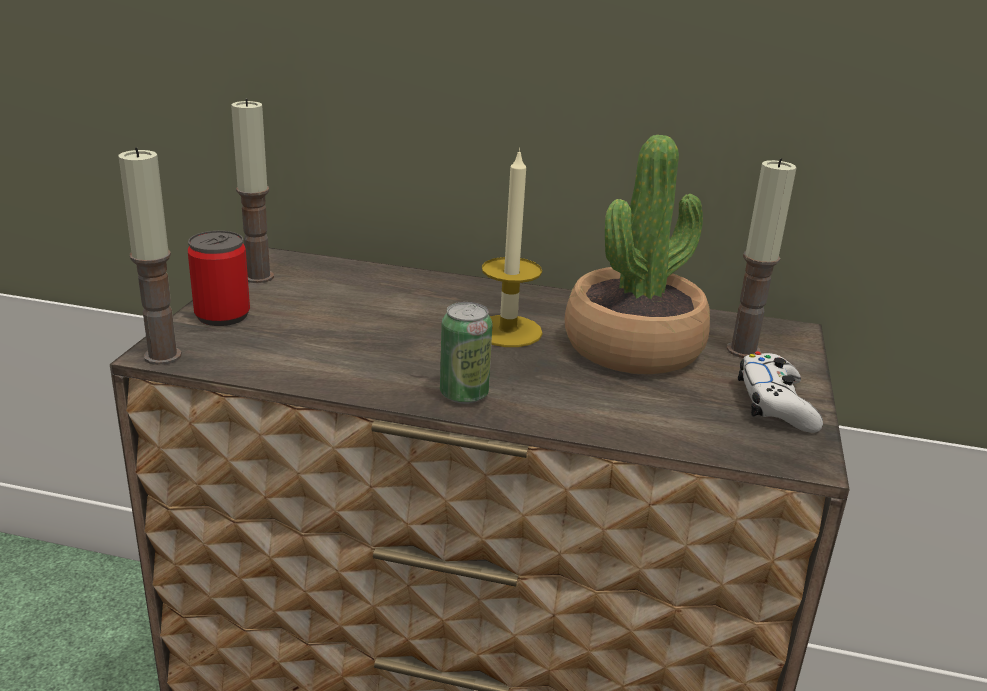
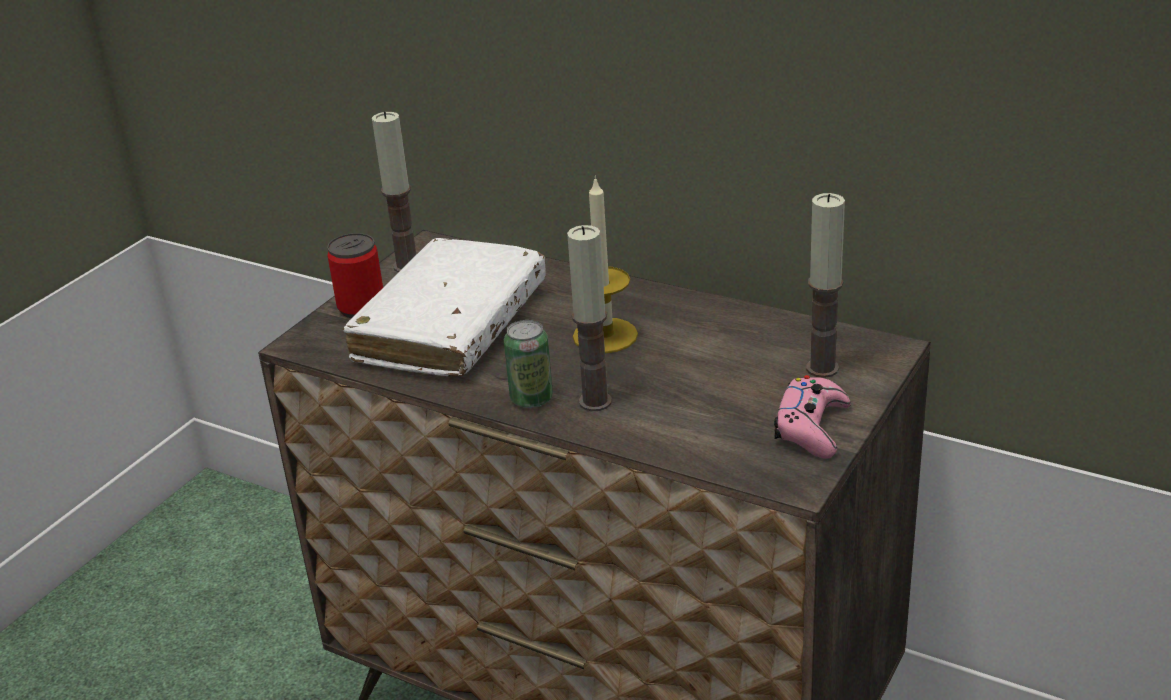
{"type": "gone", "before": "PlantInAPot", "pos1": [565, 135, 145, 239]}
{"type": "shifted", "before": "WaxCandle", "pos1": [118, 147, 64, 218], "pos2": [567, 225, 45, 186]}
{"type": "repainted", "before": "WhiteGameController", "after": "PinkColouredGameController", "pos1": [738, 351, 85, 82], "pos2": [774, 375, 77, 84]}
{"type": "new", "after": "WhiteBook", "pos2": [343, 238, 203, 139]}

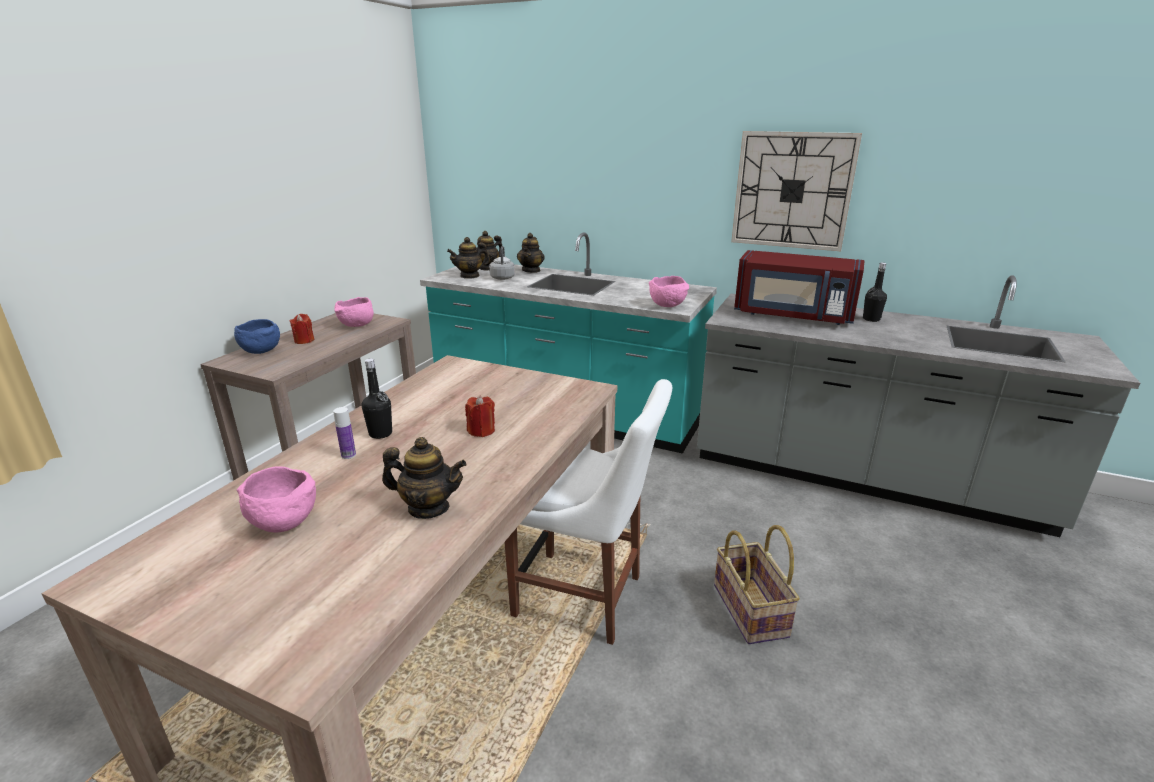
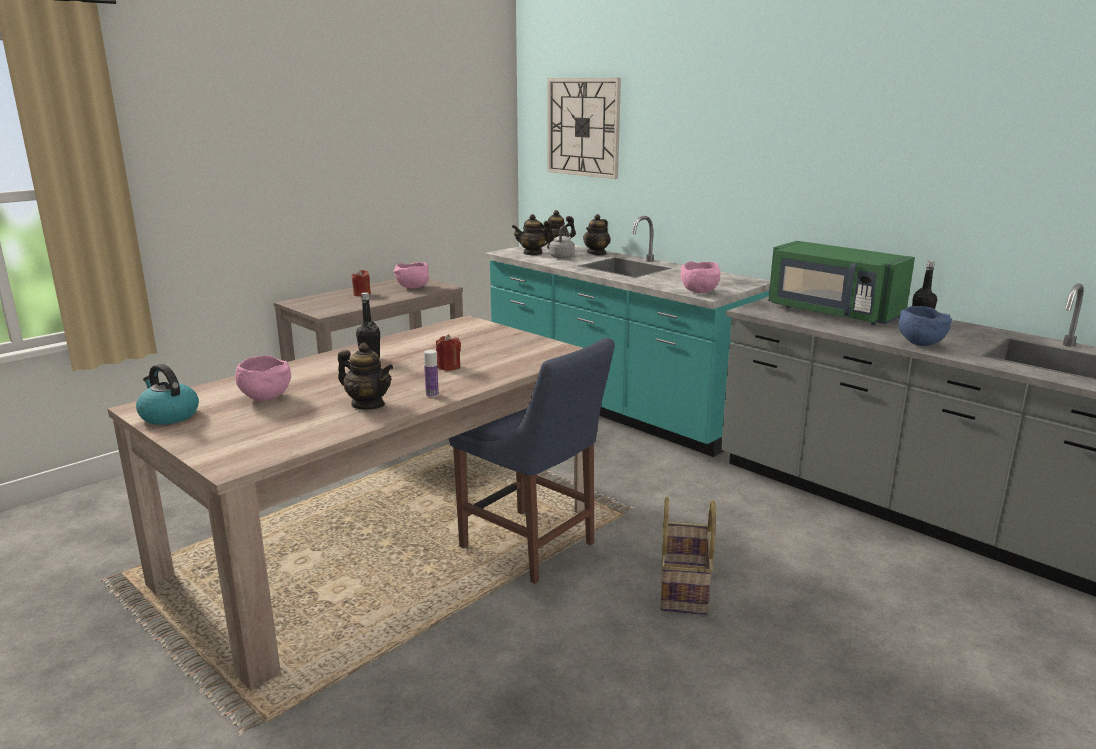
{"type": "shifted", "before": "ClockOnTheWall", "pos1": [731, 131, 131, 120], "pos2": [548, 78, 73, 101]}
{"type": "repainted", "before": "RedMicrowaveOven", "after": "GreenMicrowaveOven", "pos1": [734, 250, 130, 75], "pos2": [768, 241, 147, 84]}
{"type": "shifted", "before": "BlueDeepDish", "pos1": [234, 319, 46, 35], "pos2": [899, 306, 53, 40]}
{"type": "repainted", "before": "WhiteChair", "after": "BlueChair", "pos1": [504, 379, 168, 266], "pos2": [449, 338, 166, 246]}
{"type": "shifted", "before": "BeverageBottle", "pos1": [333, 407, 23, 52], "pos2": [424, 350, 15, 47]}
{"type": "new", "after": "TeaKettle", "pos2": [136, 364, 63, 61]}

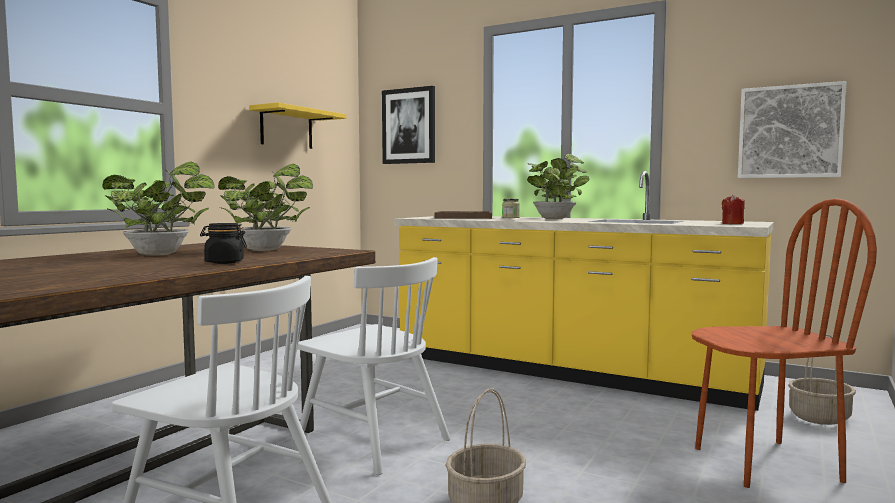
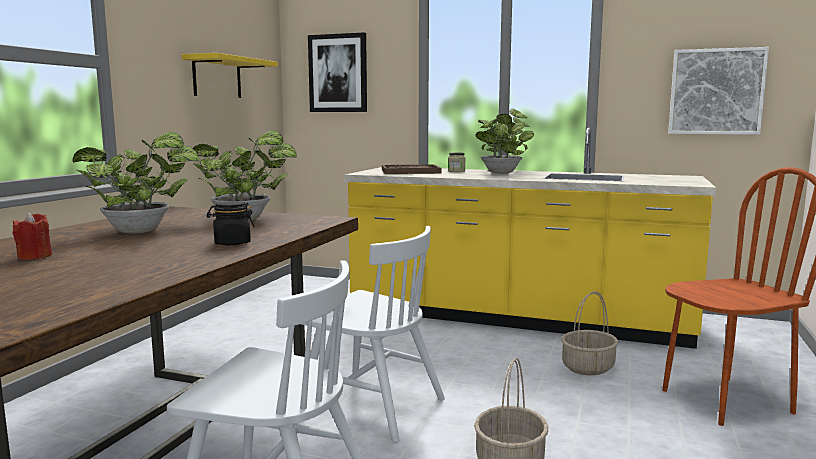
{"type": "shifted", "before": "RedWaxCandle", "pos1": [722, 194, 23, 30], "pos2": [13, 212, 39, 48]}
{"type": "shifted", "before": "HouseholdBasket", "pos1": [788, 335, 68, 90], "pos2": [561, 291, 57, 84]}

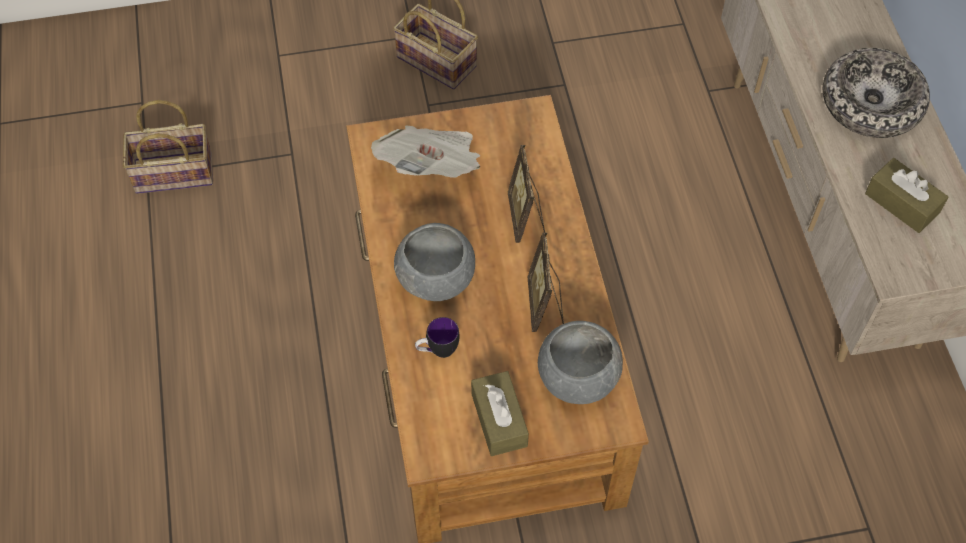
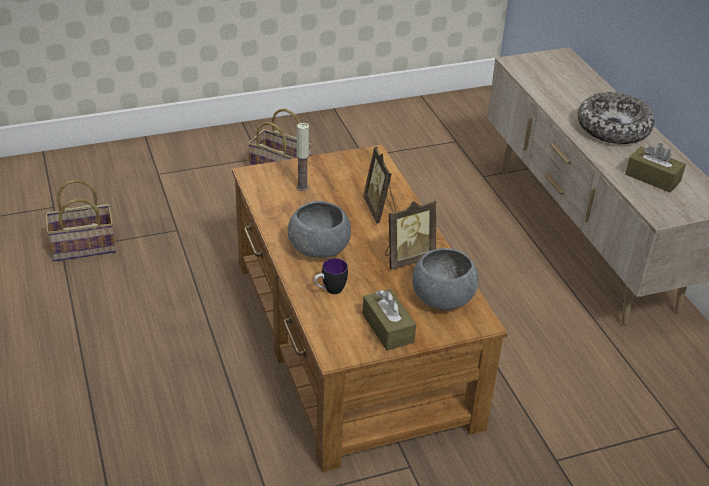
{"type": "swapped", "before": "PrintedPaper", "after": "WaxCandle", "pos1": [371, 125, 110, 53], "pos2": [296, 123, 13, 68]}
{"type": "rotated", "before": "PhotoFrame", "pos1": [528, 233, 36, 99], "pos2": [385, 200, 51, 70], "turn": -105}

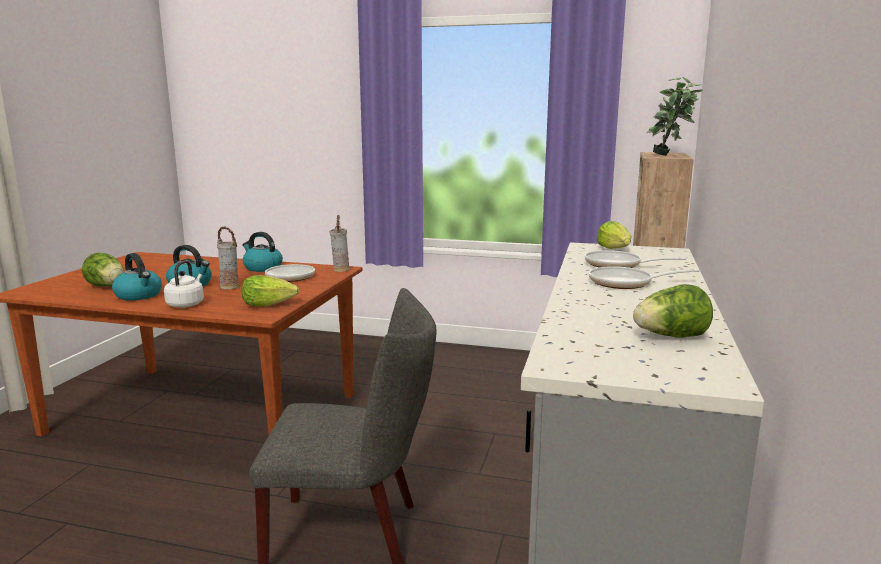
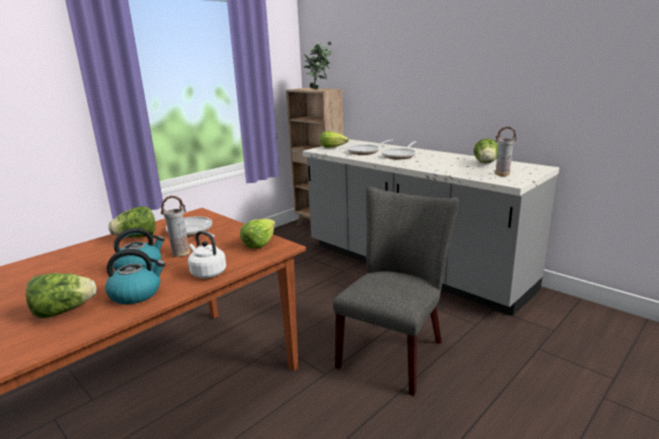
{"type": "shifted", "before": "Vase", "pos1": [330, 215, 20, 57], "pos2": [495, 126, 22, 50]}
{"type": "swapped", "before": "TeaKettle", "after": "Lettuce", "pos1": [242, 232, 41, 40], "pos2": [108, 206, 48, 32]}

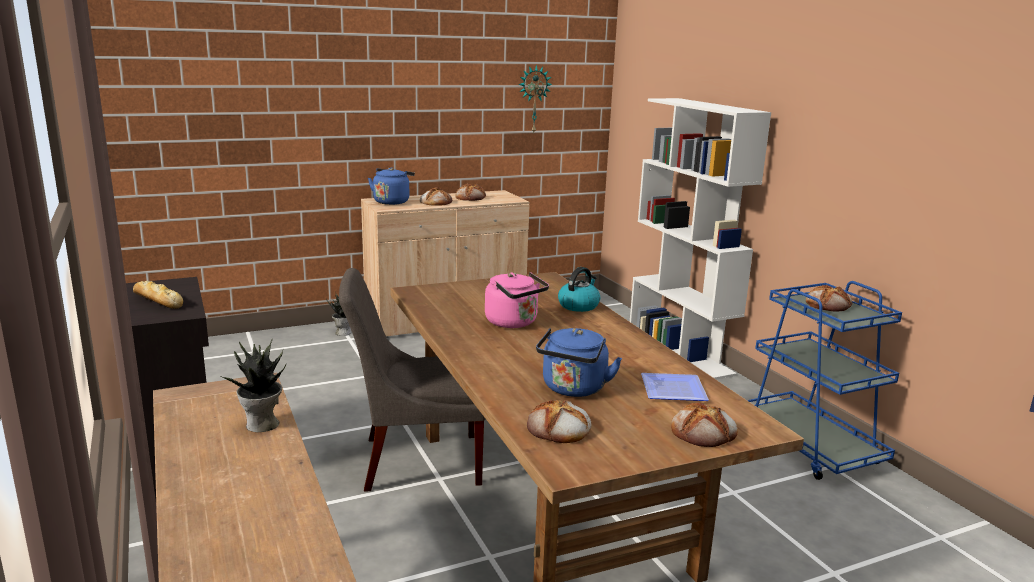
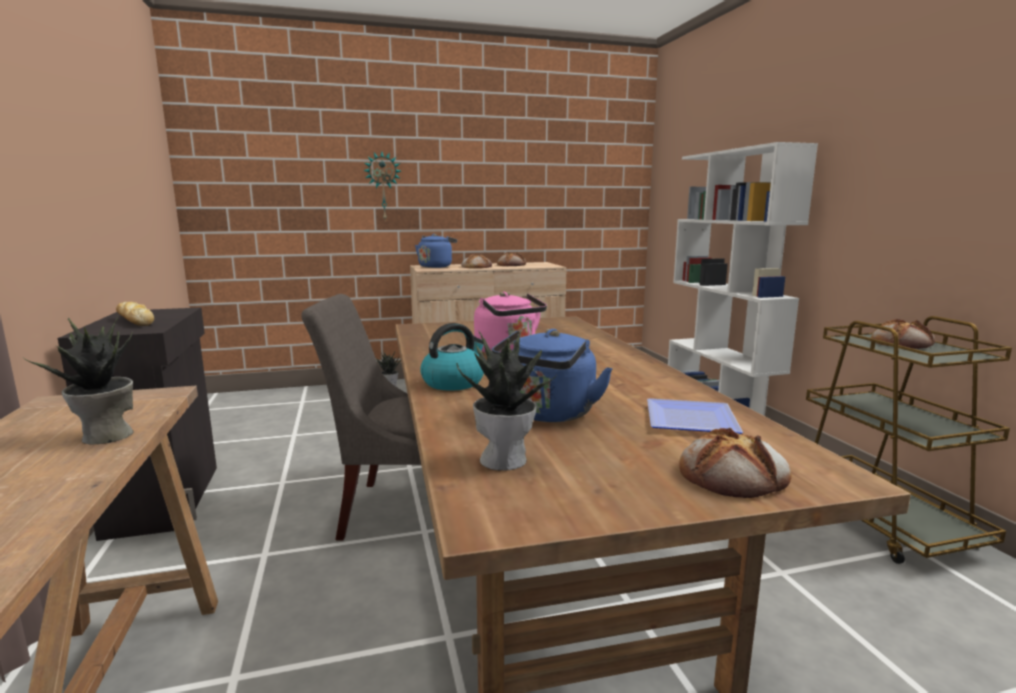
{"type": "shifted", "before": "ClockOnTheWall", "pos1": [519, 65, 33, 68], "pos2": [363, 152, 38, 68]}
{"type": "shifted", "before": "TeaKettle", "pos1": [558, 267, 42, 45], "pos2": [420, 323, 64, 68]}
{"type": "repainted", "before": "BlueCart", "after": "BrownishCart", "pos1": [747, 281, 155, 199], "pos2": [806, 316, 206, 248]}
{"type": "swapped", "before": "Bread", "after": "PlantInAPot", "pos1": [527, 400, 65, 43], "pos2": [456, 330, 100, 141]}

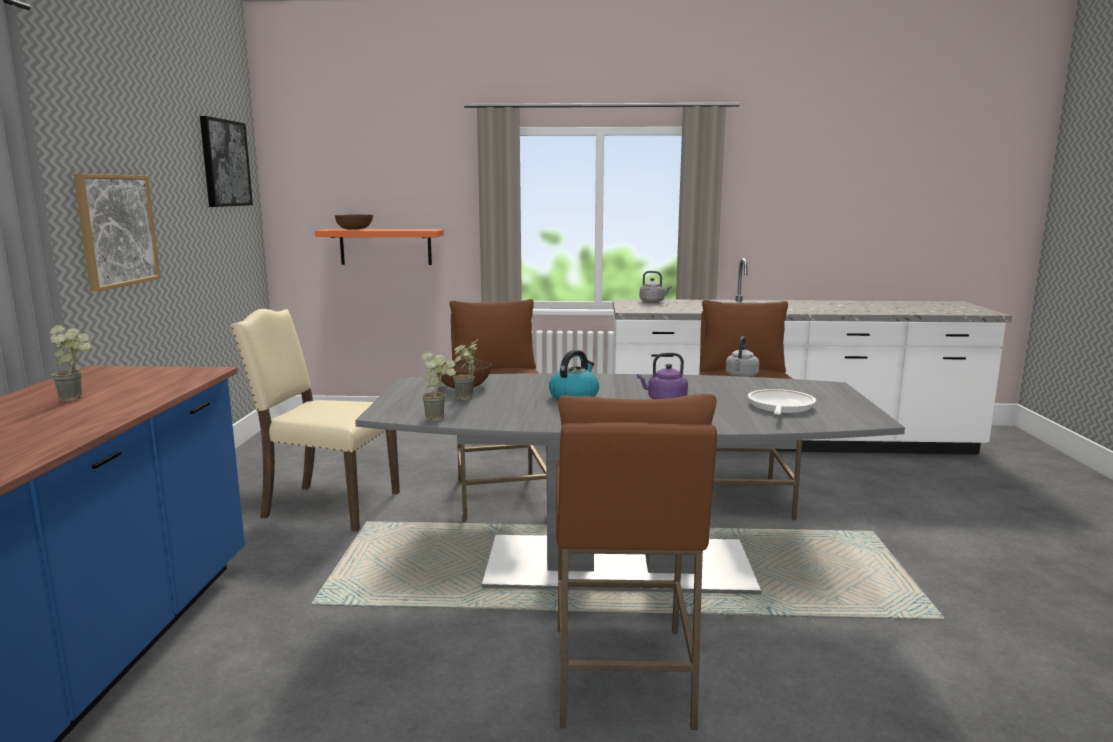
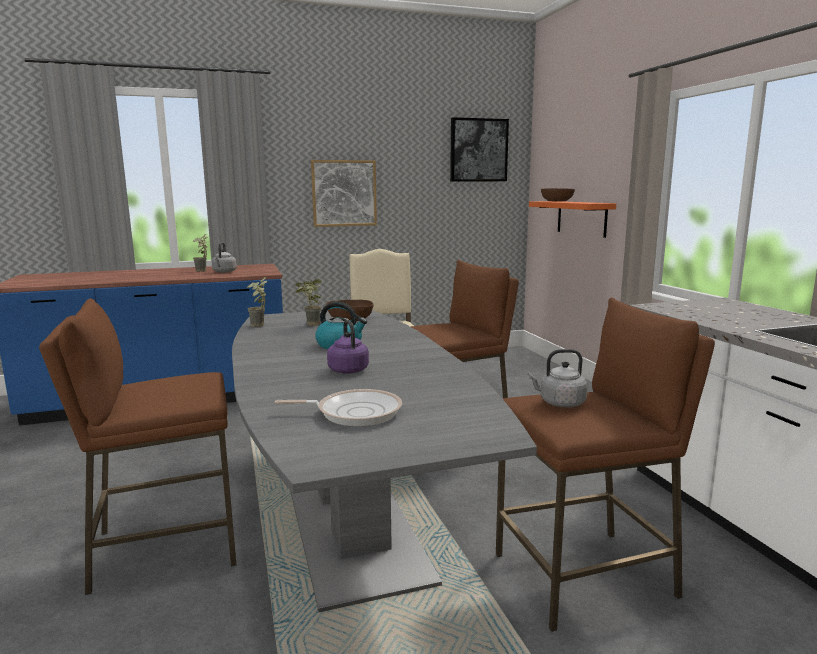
{"type": "shifted", "before": "GrayTeaKettle", "pos1": [640, 271, 31, 32], "pos2": [212, 242, 25, 31]}

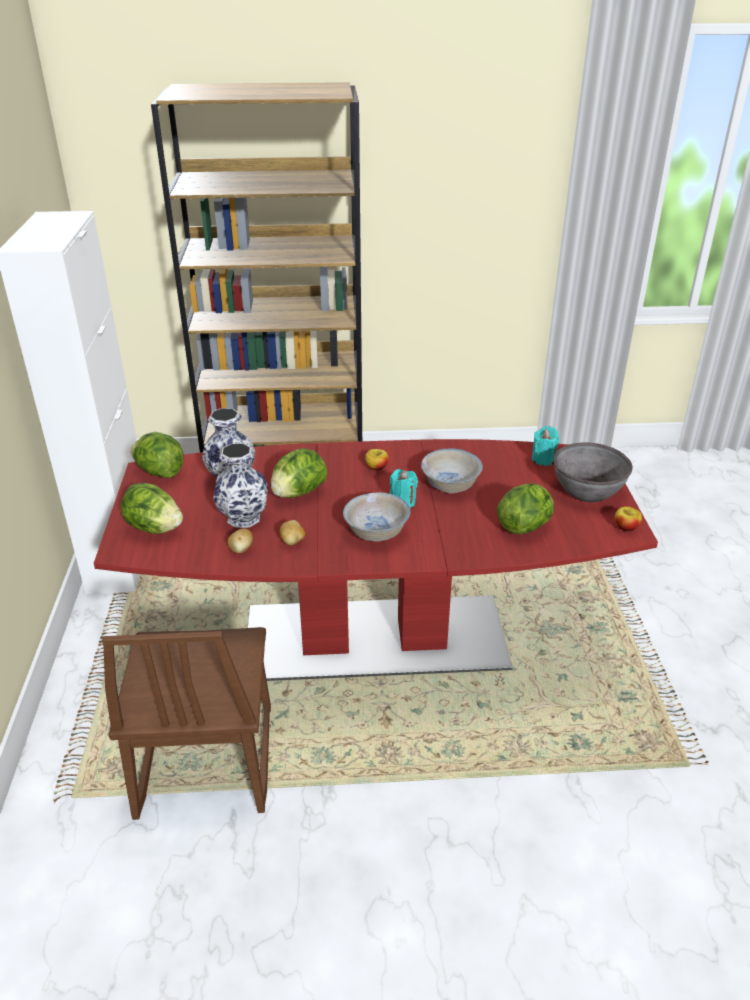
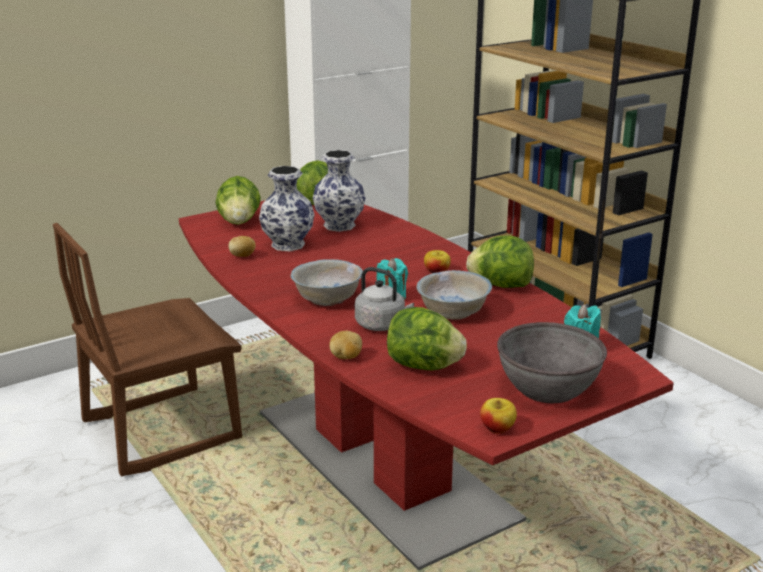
{"type": "shifted", "before": "Lettuce", "pos1": [271, 448, 56, 50], "pos2": [466, 235, 68, 53]}
{"type": "shifted", "before": "Potato", "pos1": [280, 520, 25, 25], "pos2": [329, 331, 33, 28]}
{"type": "new", "after": "GrayTeaKettle", "pos2": [355, 267, 59, 64]}

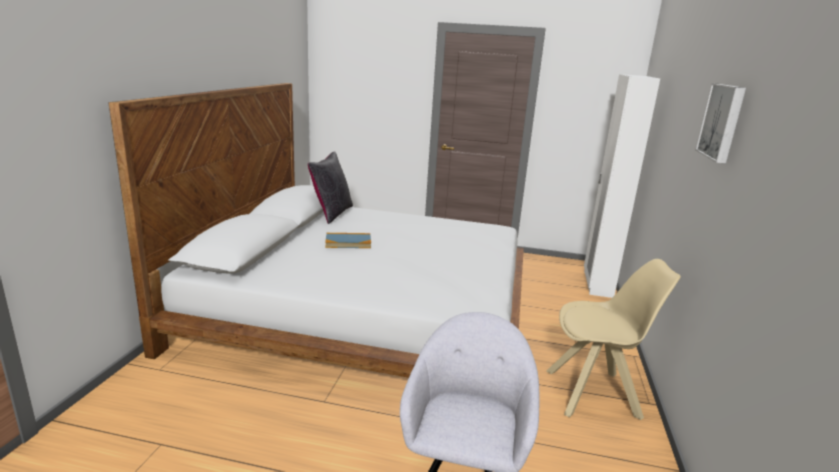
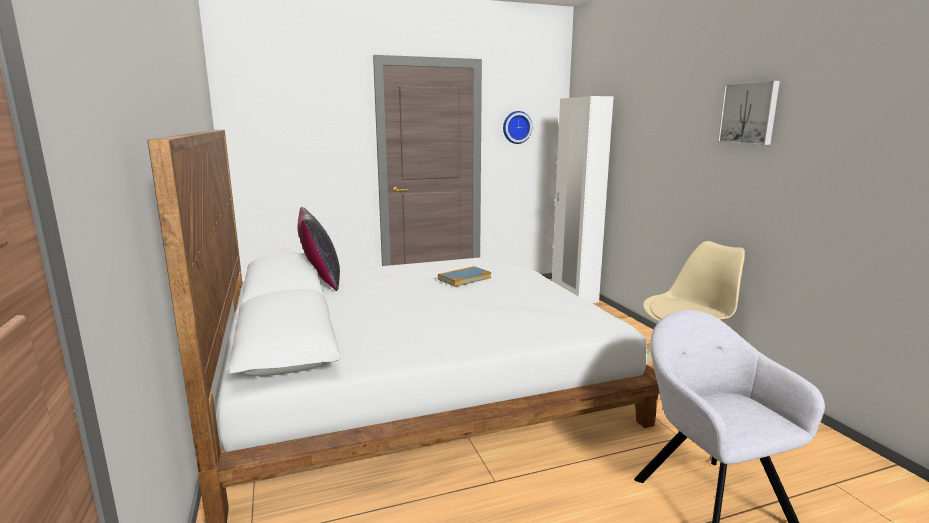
{"type": "shifted", "before": "Book", "pos1": [325, 233, 46, 15], "pos2": [438, 266, 54, 21]}
{"type": "new", "after": "ClockOnTheWall", "pos2": [503, 111, 29, 33]}

